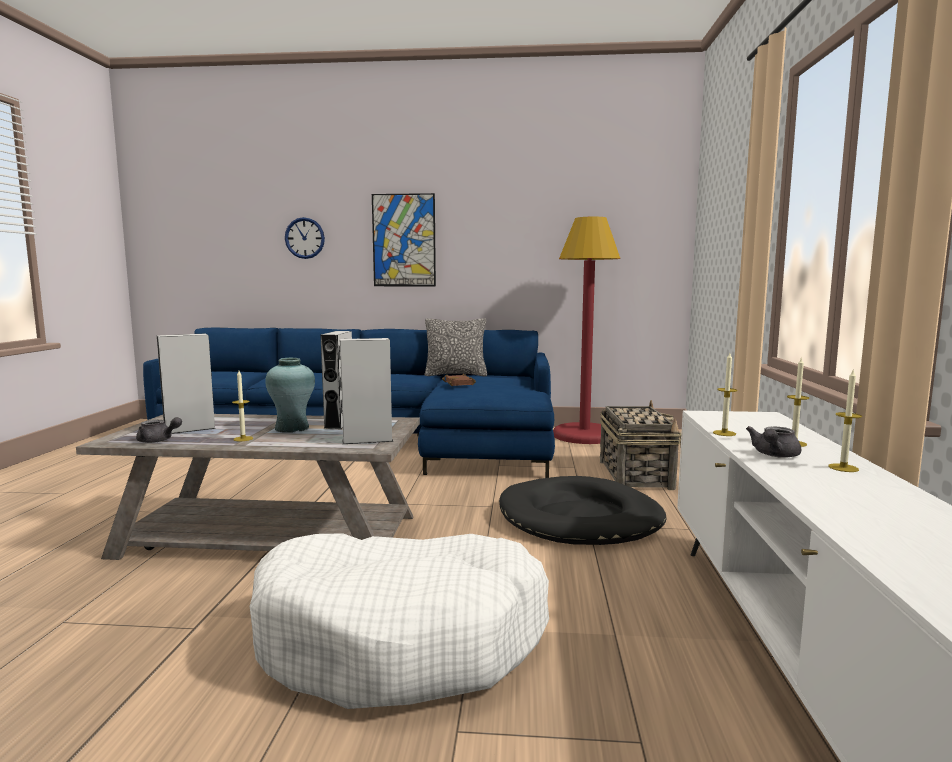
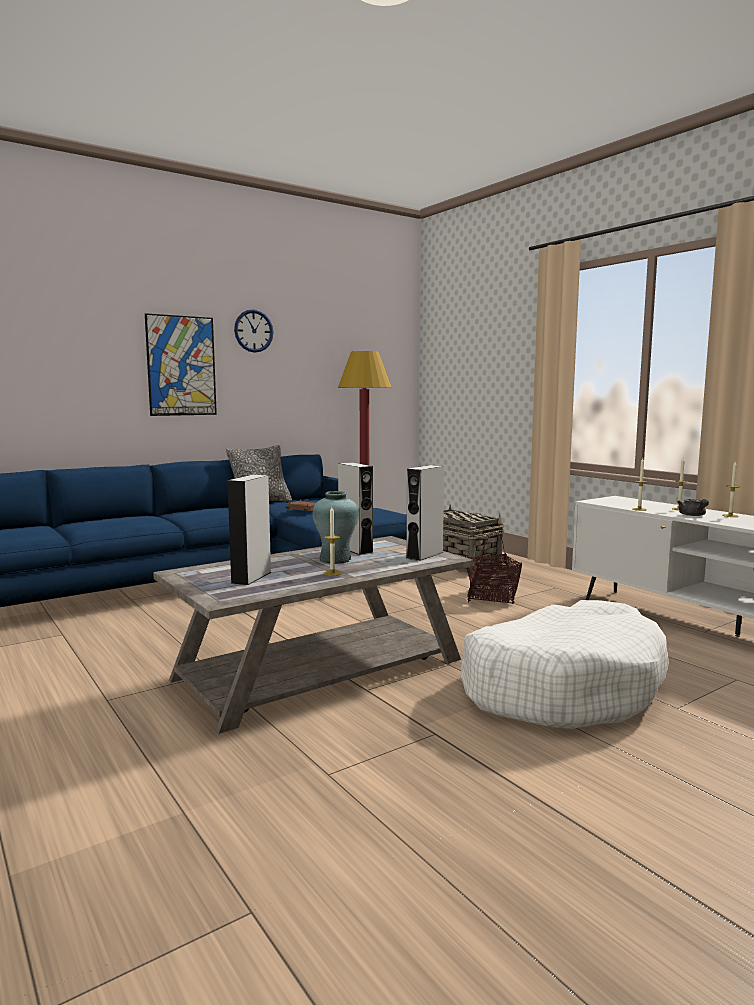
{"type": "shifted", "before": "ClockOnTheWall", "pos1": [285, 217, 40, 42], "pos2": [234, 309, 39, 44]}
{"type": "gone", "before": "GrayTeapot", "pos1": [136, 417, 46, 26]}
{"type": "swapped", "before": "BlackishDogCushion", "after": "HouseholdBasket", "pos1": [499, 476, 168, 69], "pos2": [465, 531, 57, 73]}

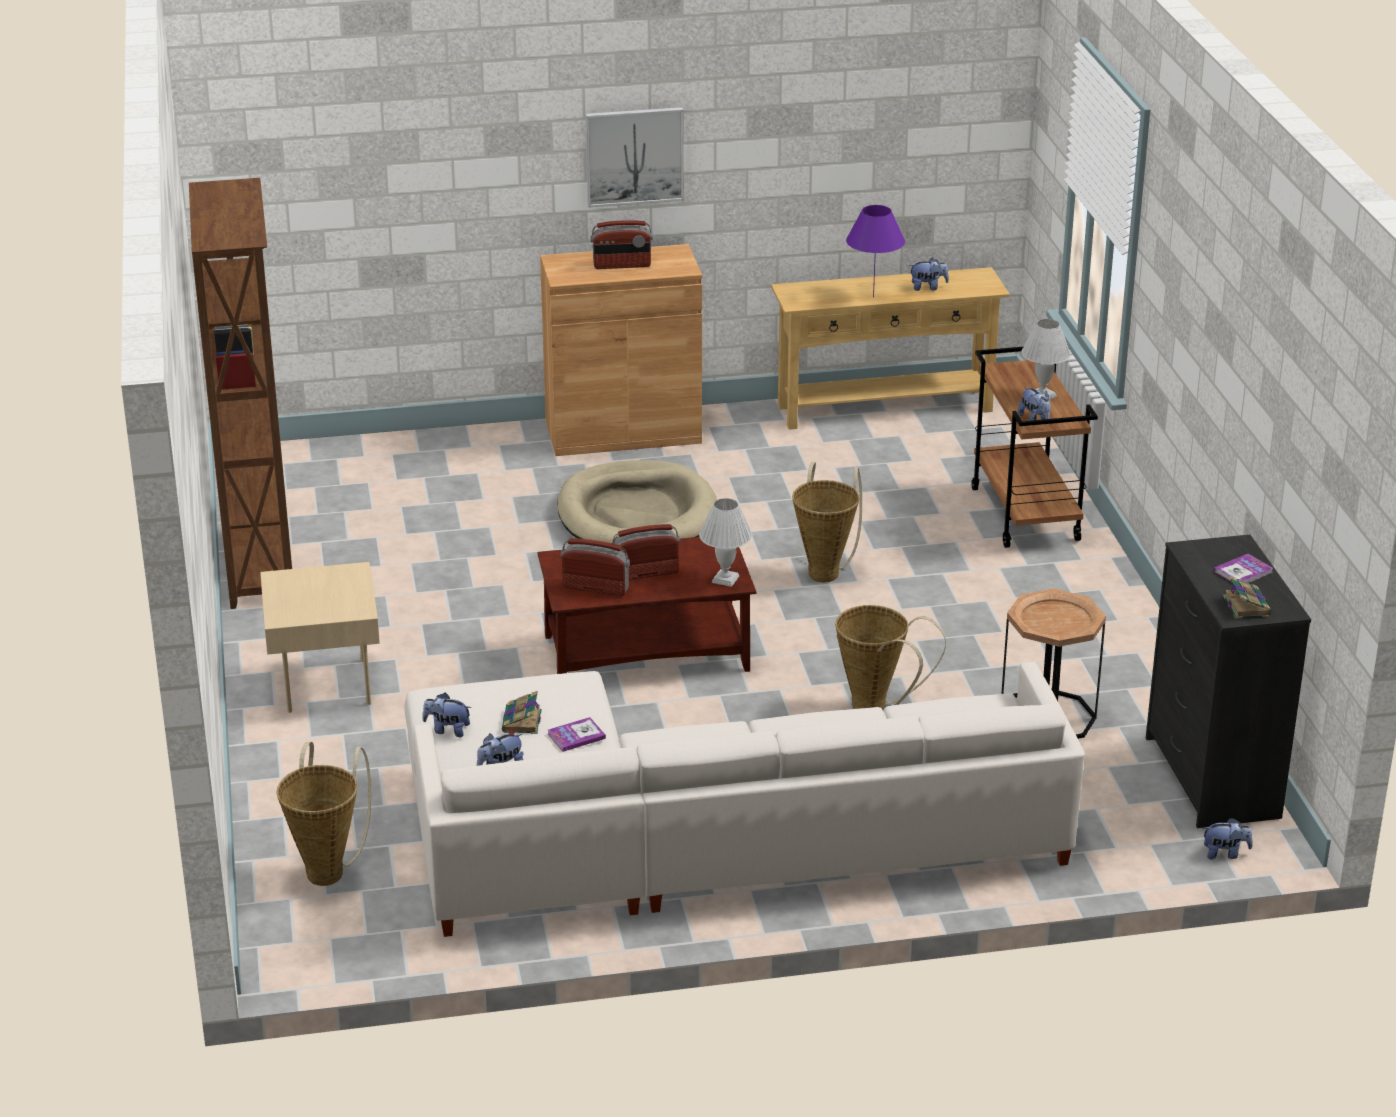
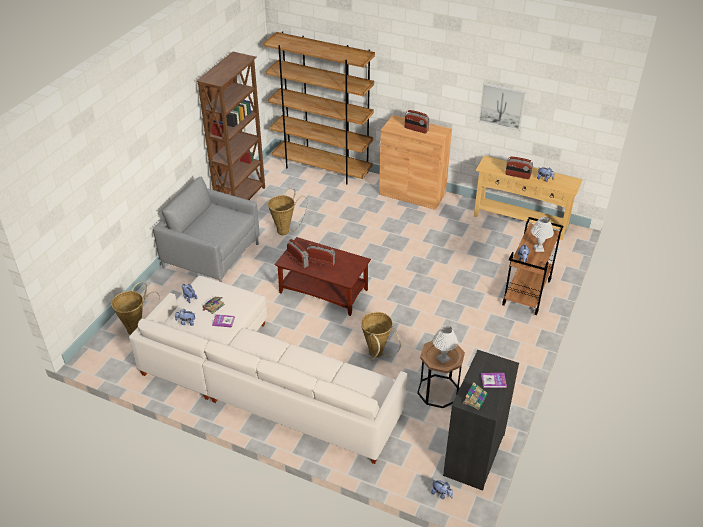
{"type": "shifted", "before": "Picture", "pos1": [586, 107, 98, 100], "pos2": [479, 83, 47, 48]}
{"type": "swapped", "before": "PurpleColouredTabletopLamp", "after": "RadioReceiver", "pos1": [846, 205, 59, 92], "pos2": [505, 157, 28, 22]}
{"type": "gone", "before": "BeigeDogCushion", "pos1": [557, 460, 160, 83]}
{"type": "shifted", "before": "HouseholdBasket", "pos1": [792, 462, 70, 121], "pos2": [268, 188, 39, 47]}
{"type": "shifted", "before": "WhiteTabletopLamp", "pos1": [699, 498, 53, 89], "pos2": [432, 325, 26, 39]}
{"type": "swapped", "before": "BeigeSideTable", "after": "GrayArmchair", "pos1": [260, 562, 120, 151], "pos2": [153, 177, 106, 105]}
{"type": "new", "after": "BrownishBookshelf", "pos2": [264, 31, 111, 153]}

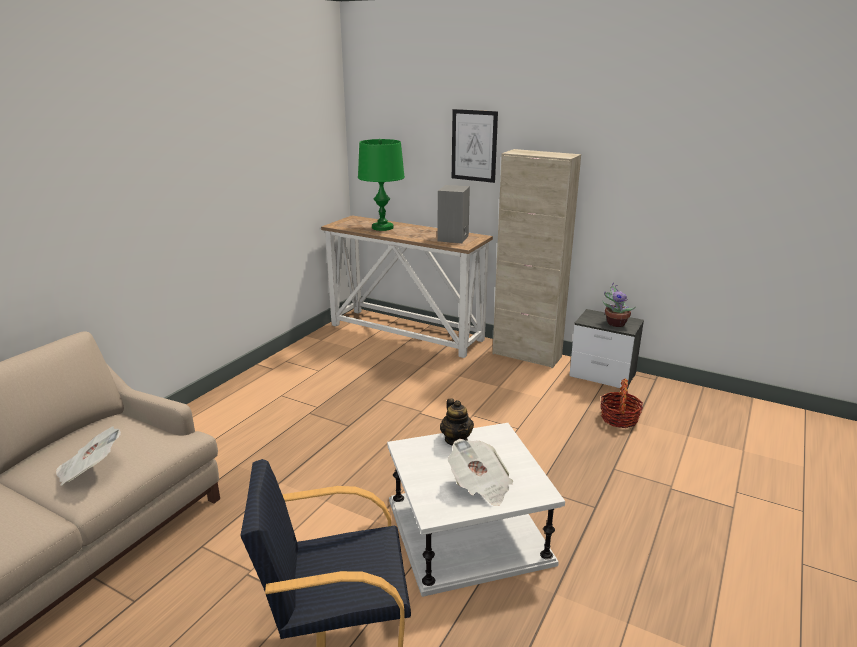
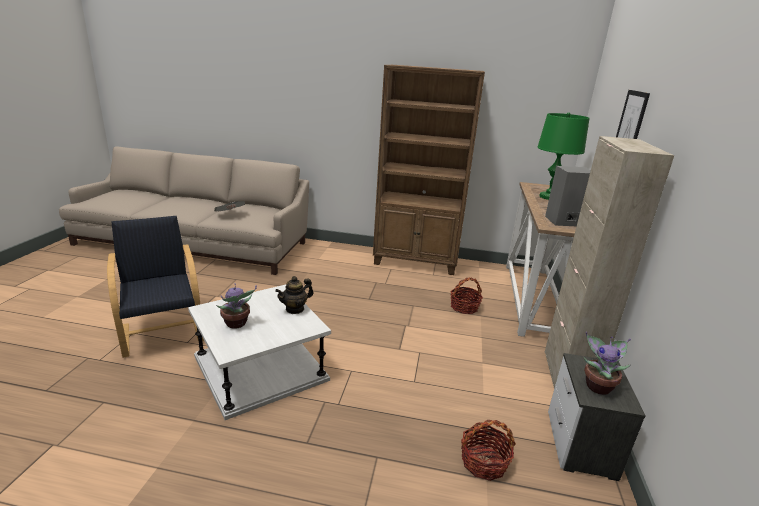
{"type": "swapped", "before": "PrintedPaper", "after": "PlantInAPot", "pos1": [448, 439, 65, 67], "pos2": [216, 283, 41, 46]}
{"type": "new", "after": "BrownishBookshelf", "pos2": [373, 65, 112, 210]}
{"type": "new", "after": "HouseholdBasket", "pos2": [450, 278, 33, 36]}

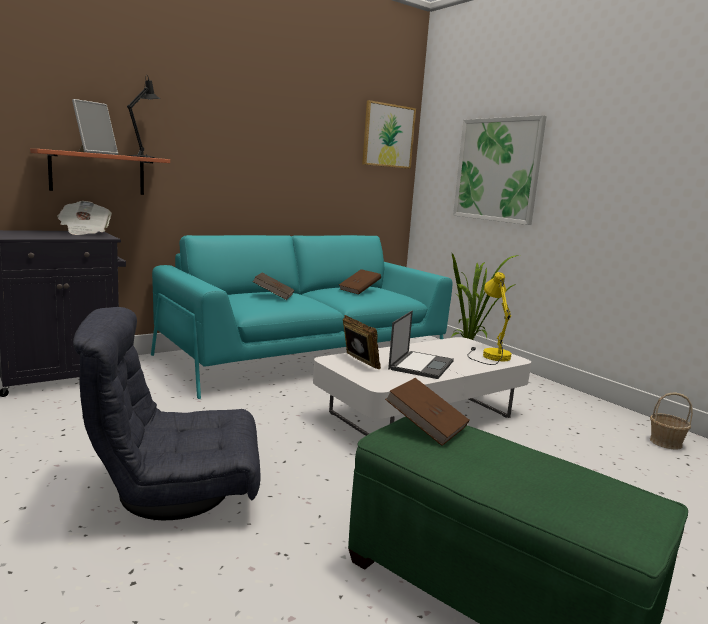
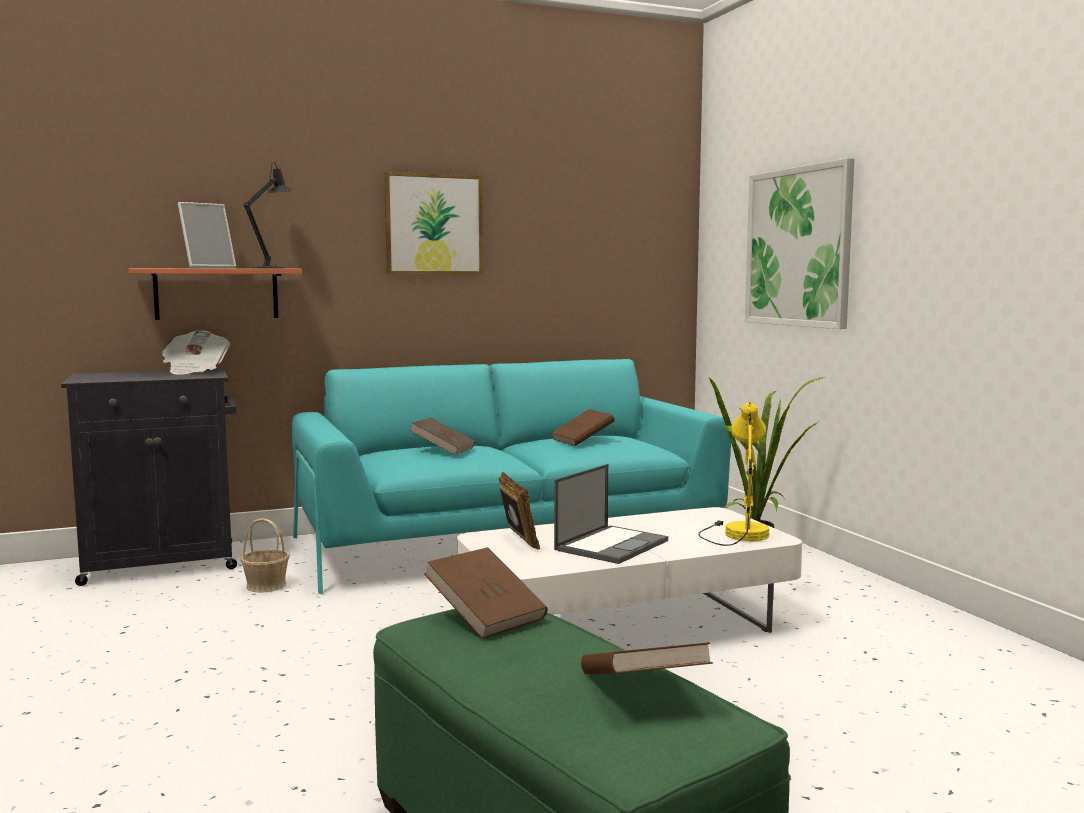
{"type": "shifted", "before": "Picture", "pos1": [362, 100, 54, 69], "pos2": [384, 172, 99, 102]}
{"type": "gone", "before": "GrayArmchair", "pos1": [73, 307, 188, 213]}
{"type": "shifted", "before": "HouseholdBasket", "pos1": [650, 392, 43, 58], "pos2": [240, 518, 50, 75]}
{"type": "new", "after": "BrownishBook", "pos2": [581, 642, 132, 32]}

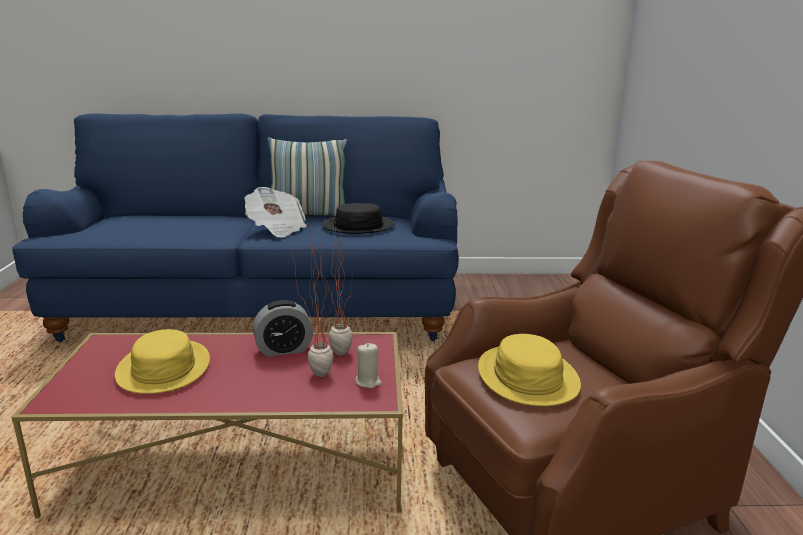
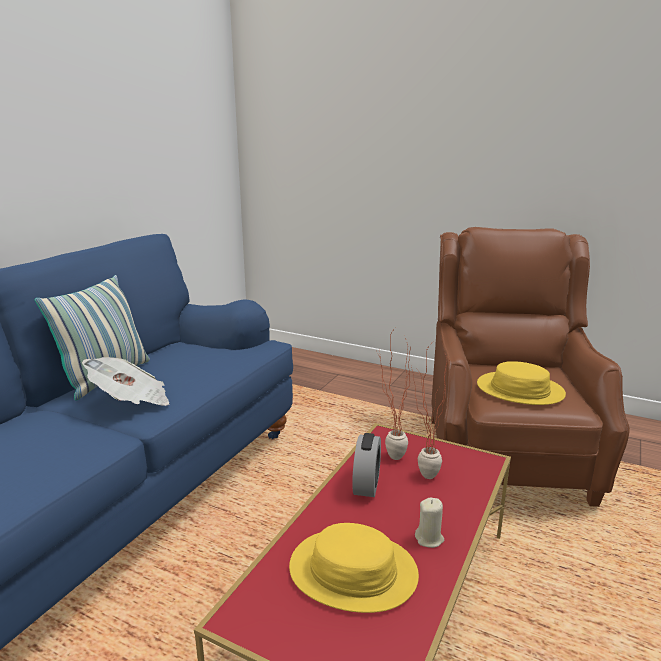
{"type": "gone", "before": "BlackishWearableHat", "pos1": [322, 203, 73, 31]}
{"type": "shifted", "before": "BeigeWaxCandle", "pos1": [355, 343, 27, 46], "pos2": [415, 498, 29, 50]}

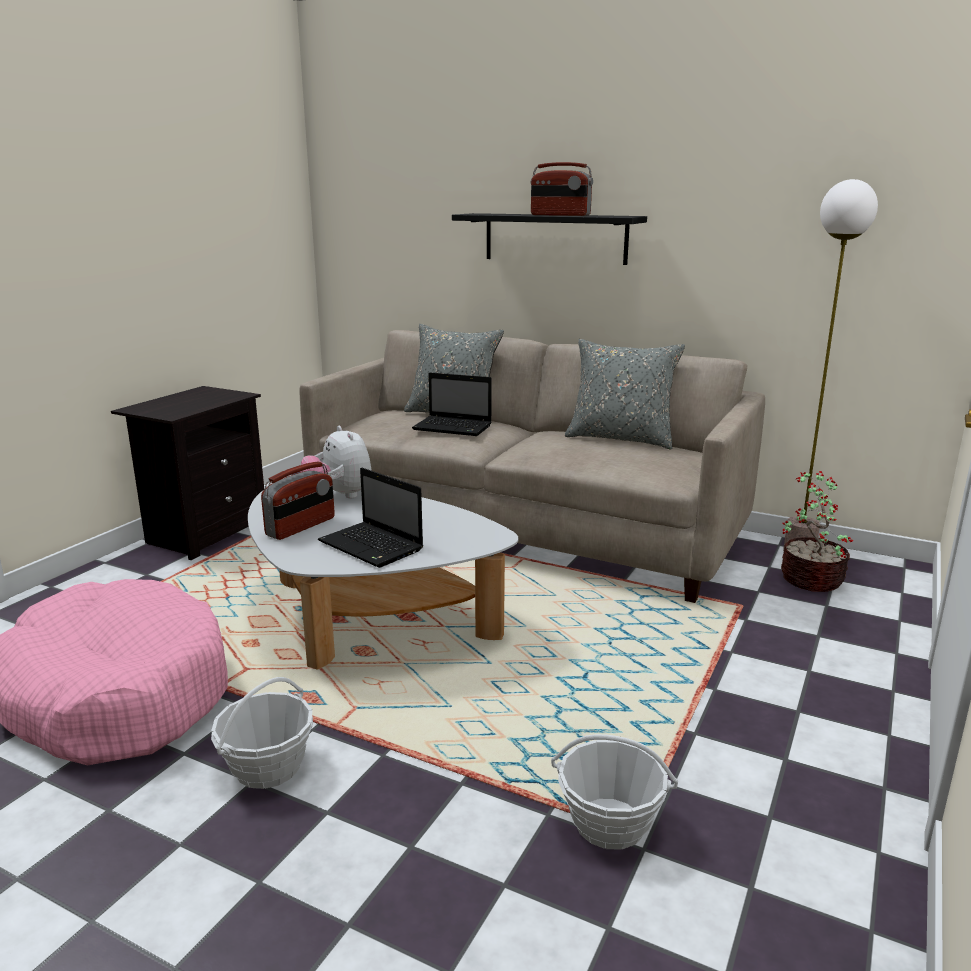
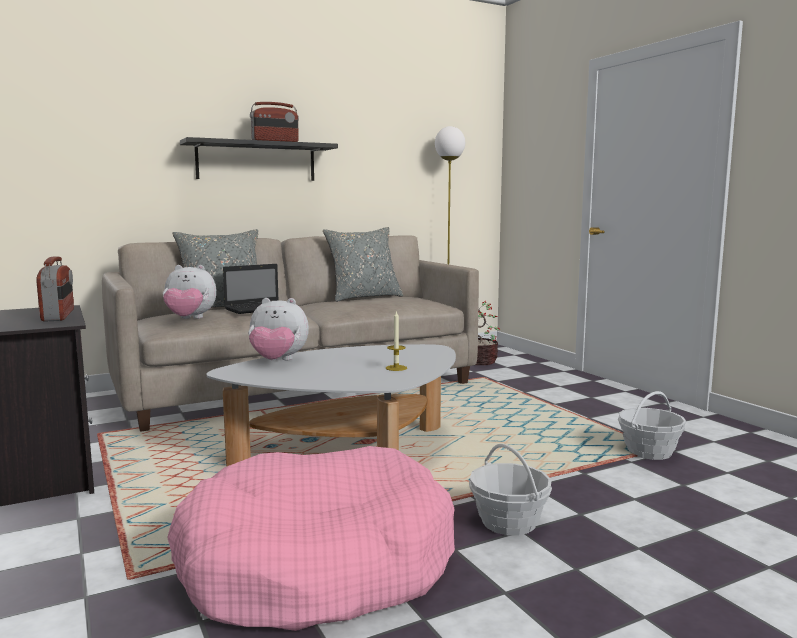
{"type": "shifted", "before": "RadioReceiver", "pos1": [261, 461, 74, 79], "pos2": [36, 257, 38, 65]}
{"type": "swapped", "before": "Laptop", "after": "WaxCandle", "pos1": [318, 468, 105, 100], "pos2": [386, 310, 21, 61]}
{"type": "new", "after": "CuddlyToy", "pos2": [163, 265, 54, 54]}

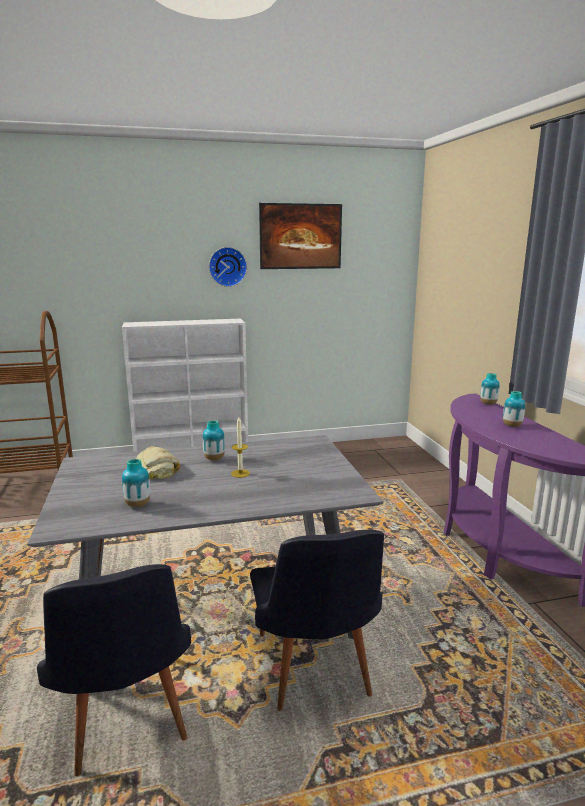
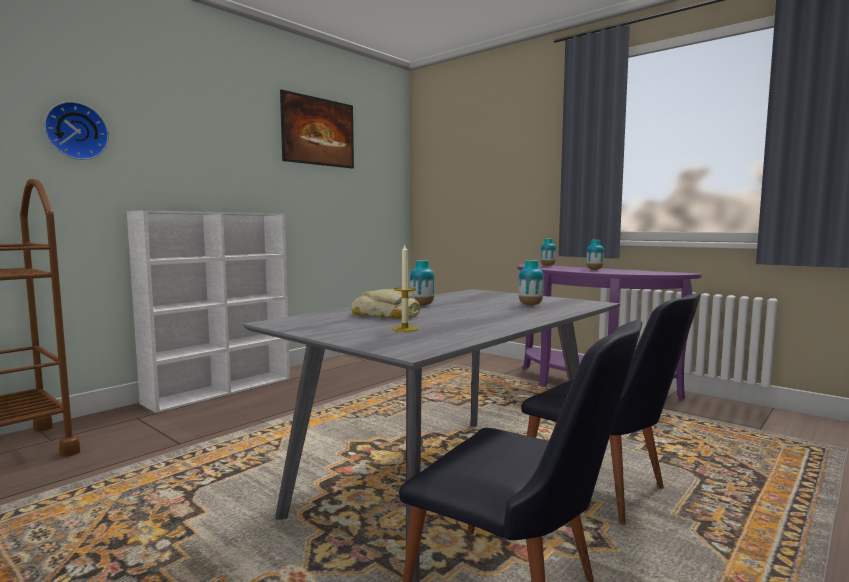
{"type": "shifted", "before": "ClockOnTheWall", "pos1": [209, 247, 38, 40], "pos2": [44, 101, 65, 59]}
{"type": "shifted", "before": "WaxCandle", "pos1": [231, 417, 19, 61], "pos2": [392, 245, 26, 87]}
{"type": "shifted", "before": "Vase", "pos1": [122, 459, 28, 48], "pos2": [518, 260, 26, 45]}

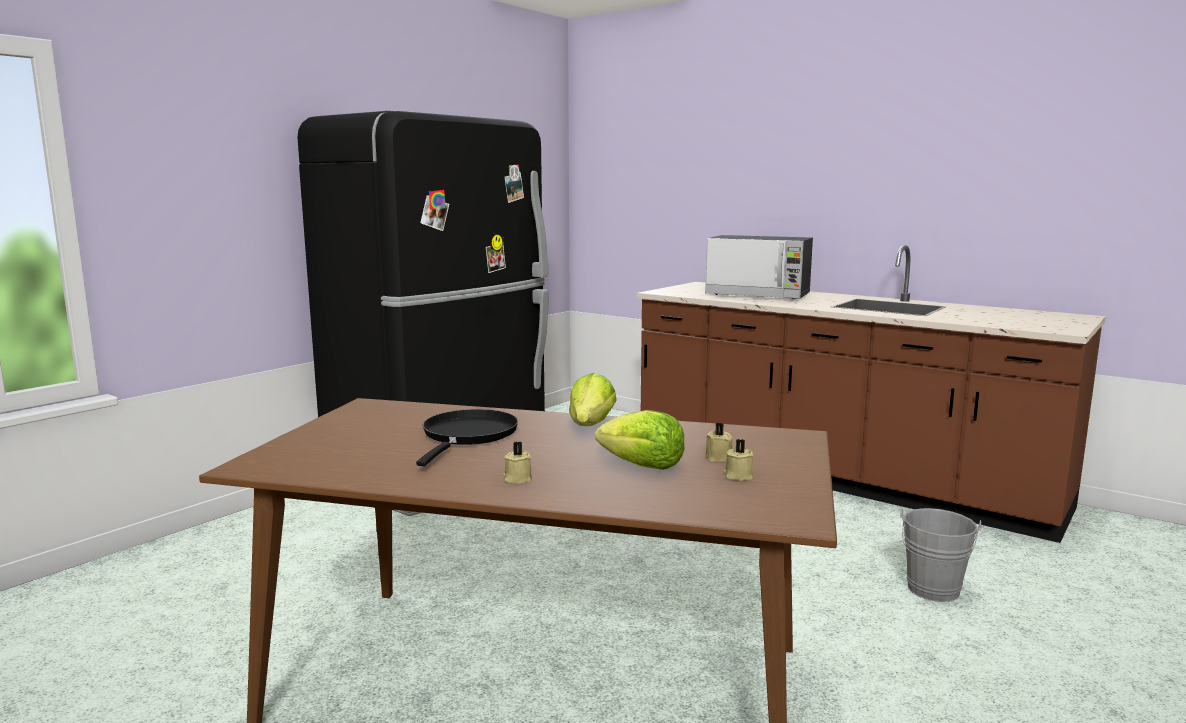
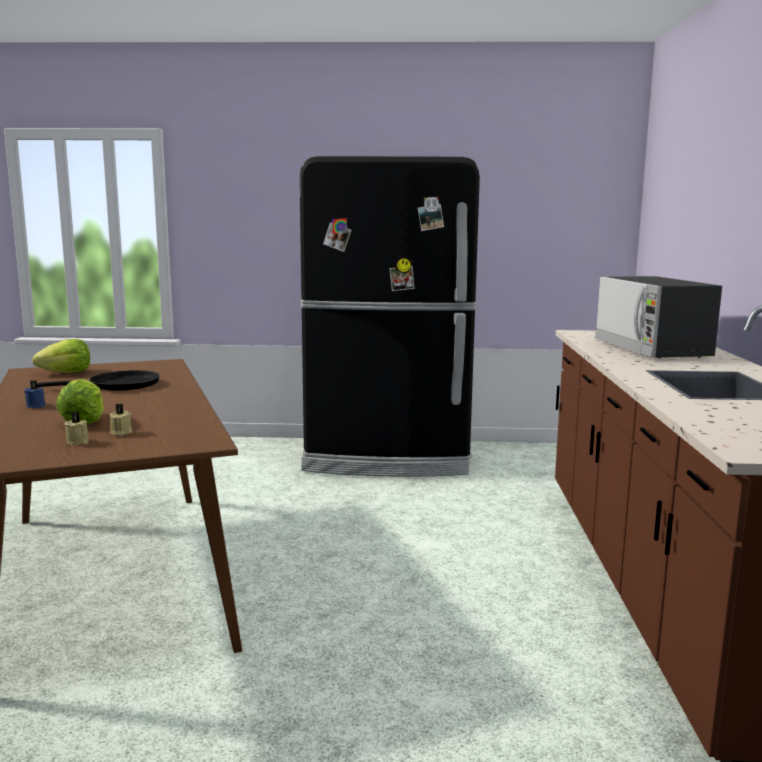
{"type": "shifted", "before": "Lettuce", "pos1": [569, 373, 48, 53], "pos2": [32, 339, 58, 34]}
{"type": "repainted", "before": "BeigeWaxCandle", "after": "BlueWaxCandle", "pos1": [503, 442, 29, 41], "pos2": [24, 380, 21, 28]}
{"type": "gone", "before": "GrayPail", "pos1": [900, 508, 82, 94]}

